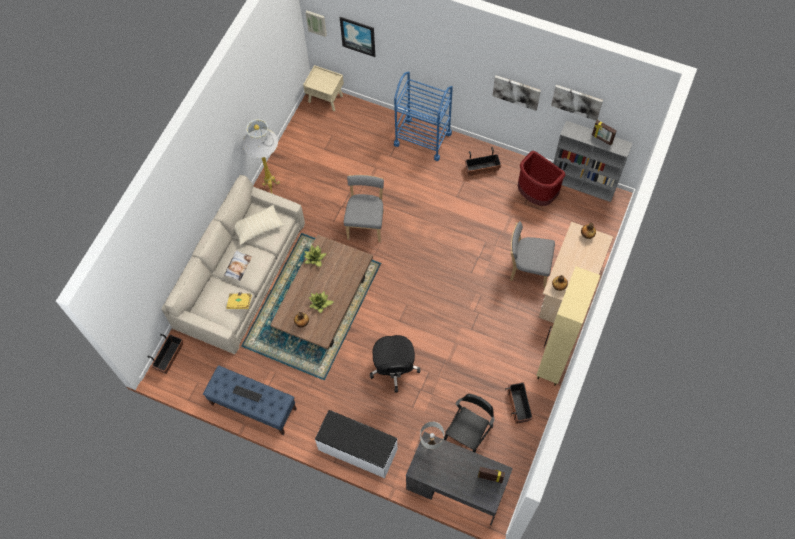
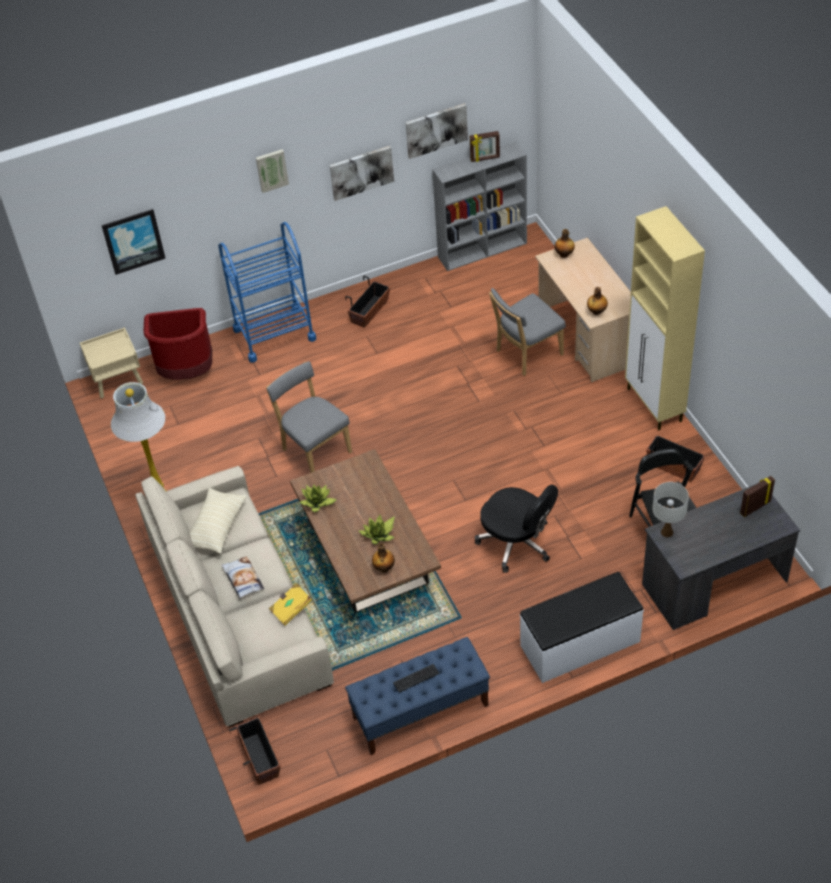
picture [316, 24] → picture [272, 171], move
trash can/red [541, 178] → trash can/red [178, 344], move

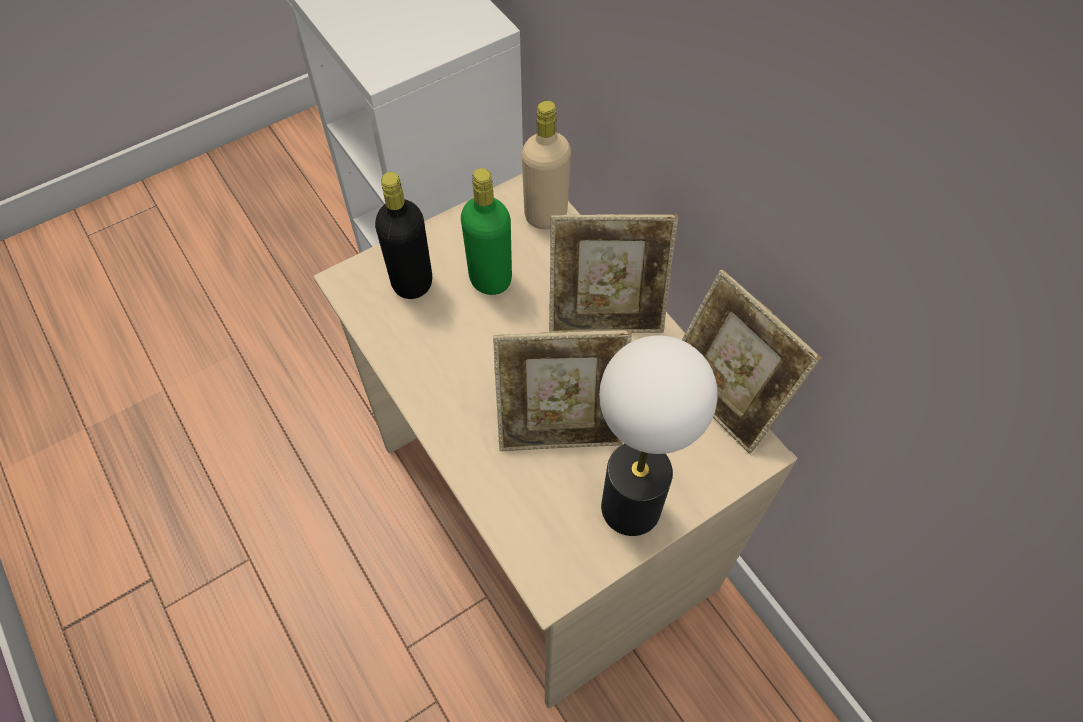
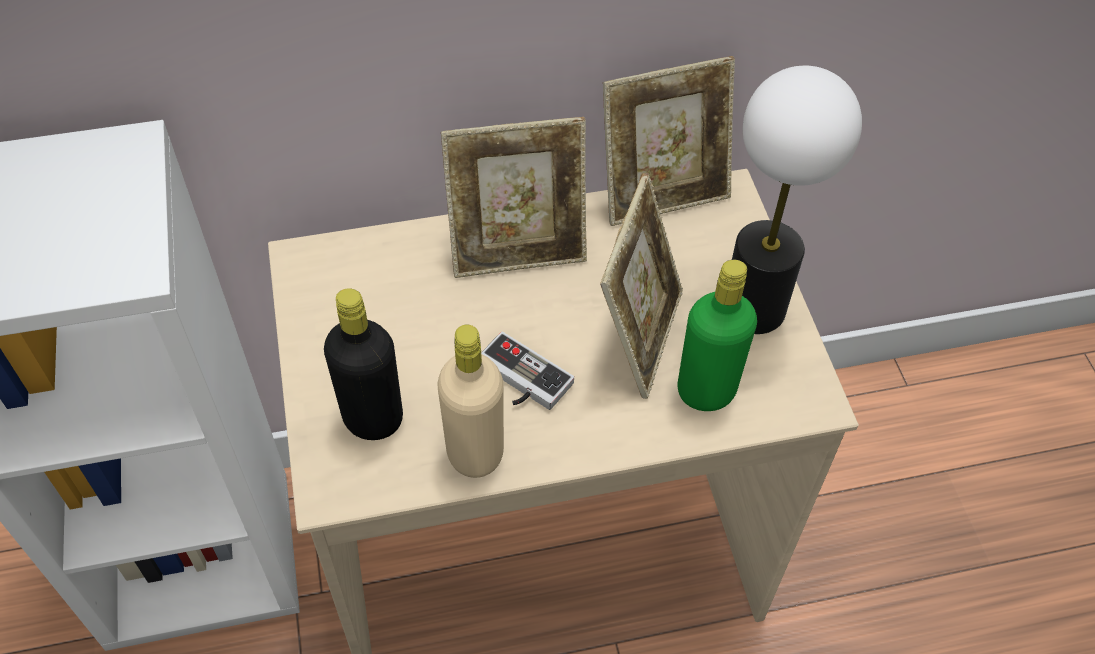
- → game controller [527, 371]
bottle/green [486, 231] → bottle/green [717, 335], move
bottle/beige [546, 165] → bottle/beige [471, 401], move
picture frame [613, 273] → picture frame [514, 197], 60 degrees clockwise

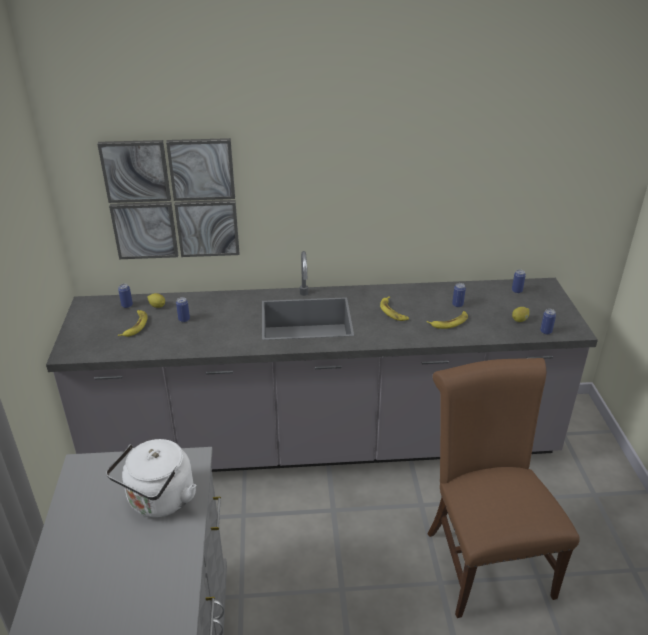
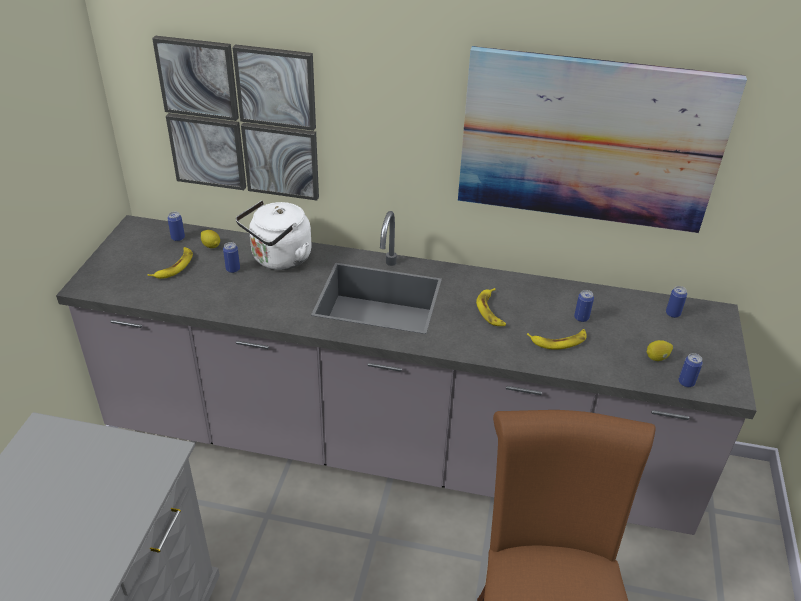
- → picture [602, 139]
kettle/white [151, 478] → kettle/white [274, 235], move

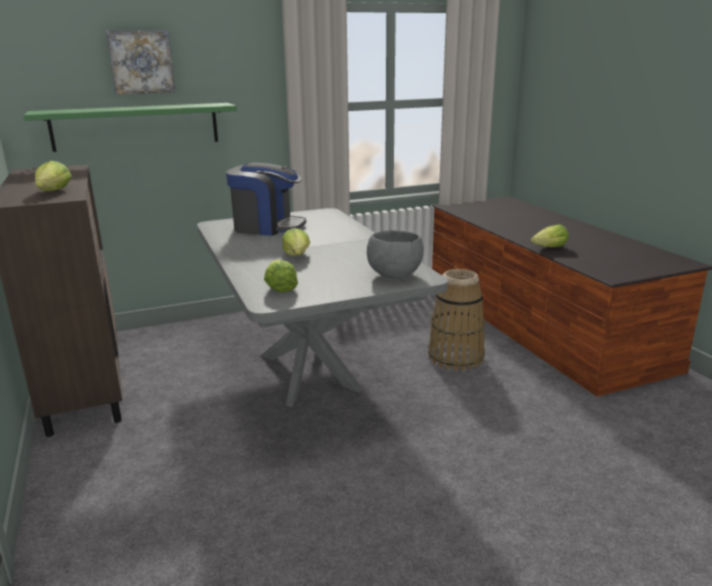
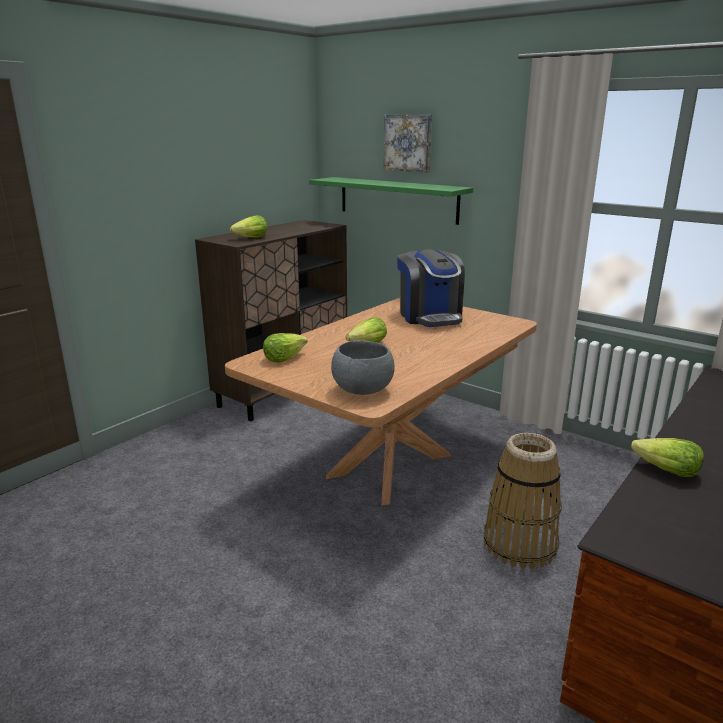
dining table/grey [322, 307] → dining table/brown [381, 401]

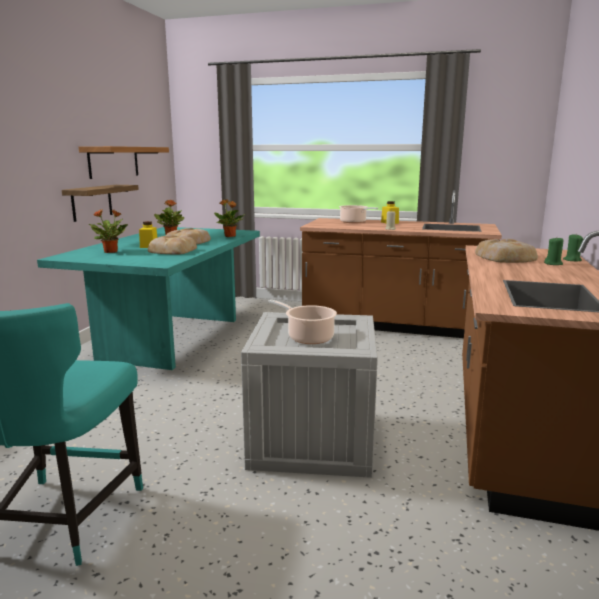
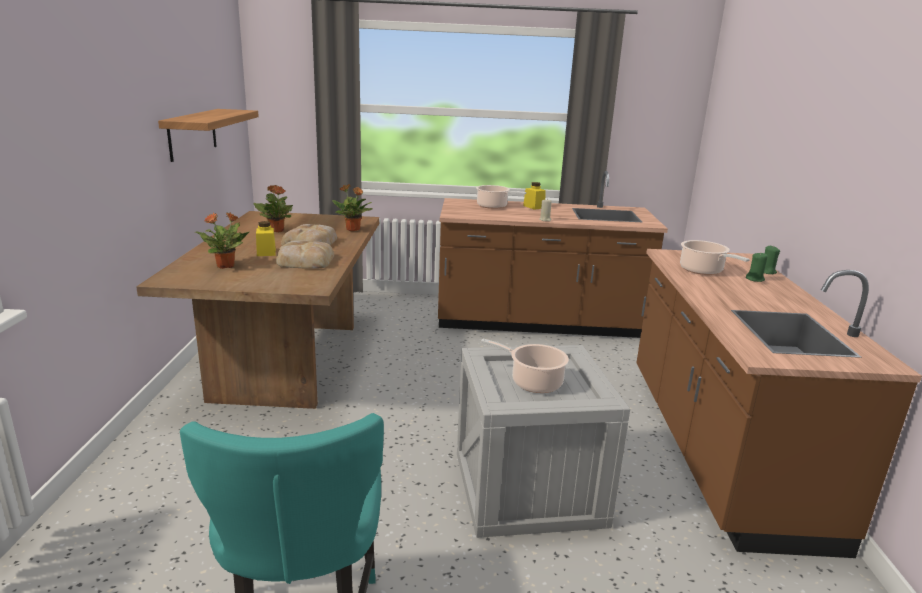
shelf [100, 203] → -
bread [506, 251] → cooking pot [715, 257]
dining table/turquoise [148, 298] → dining table/brown [257, 310]

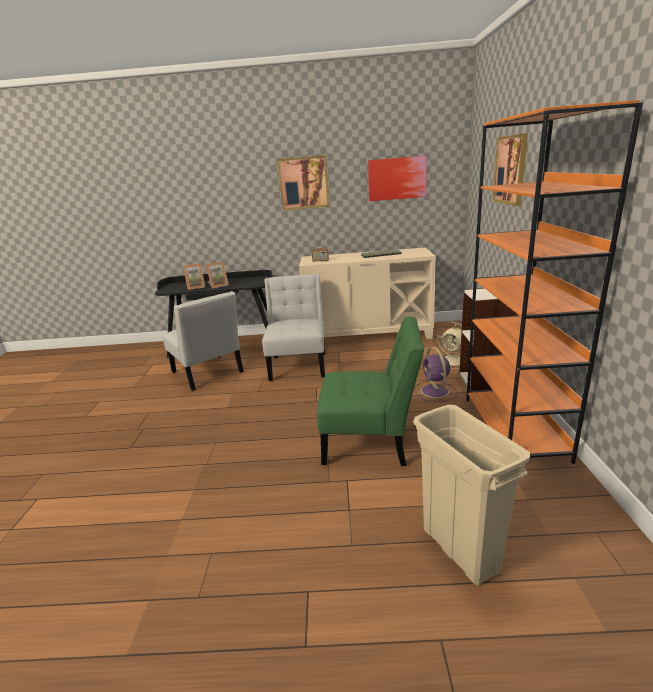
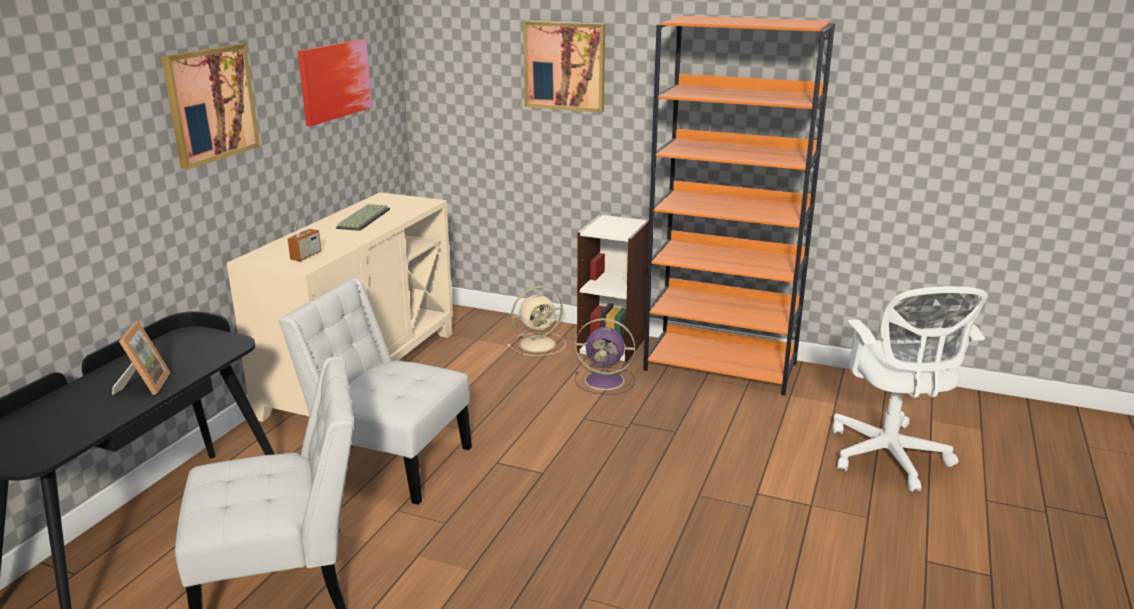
picture frame [194, 276] → -
chair/green [370, 391] → -
trash can/beige [472, 495] → office chair/white [910, 389]

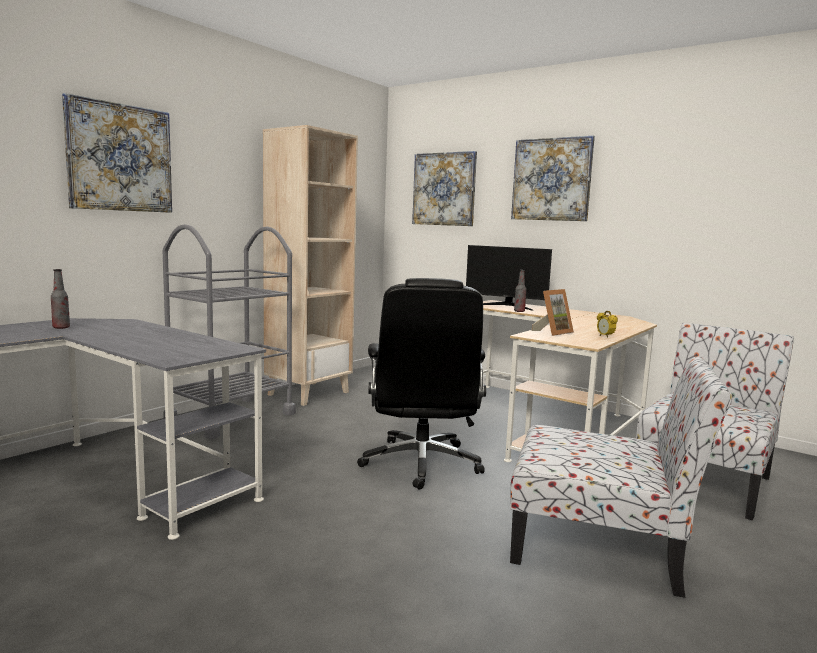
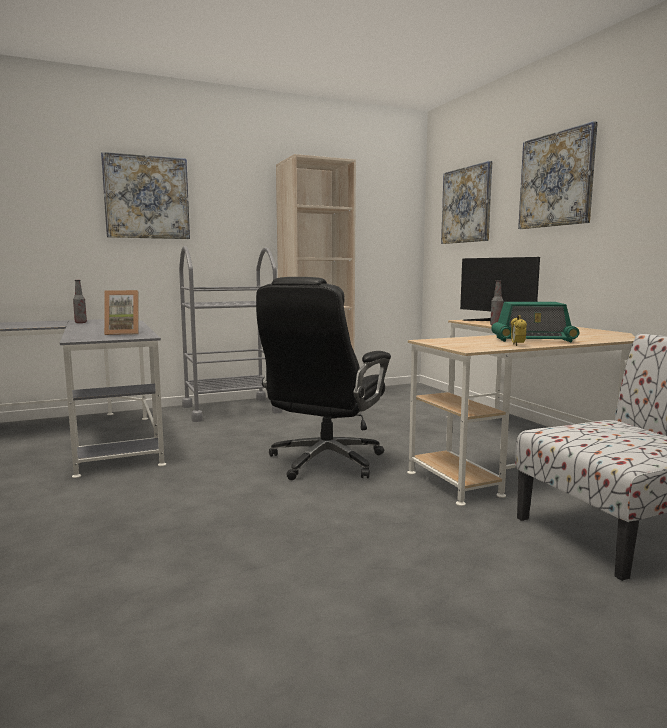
chair [621, 477] → -
- → radio [535, 322]
picture frame [552, 312] → picture frame [121, 312], move

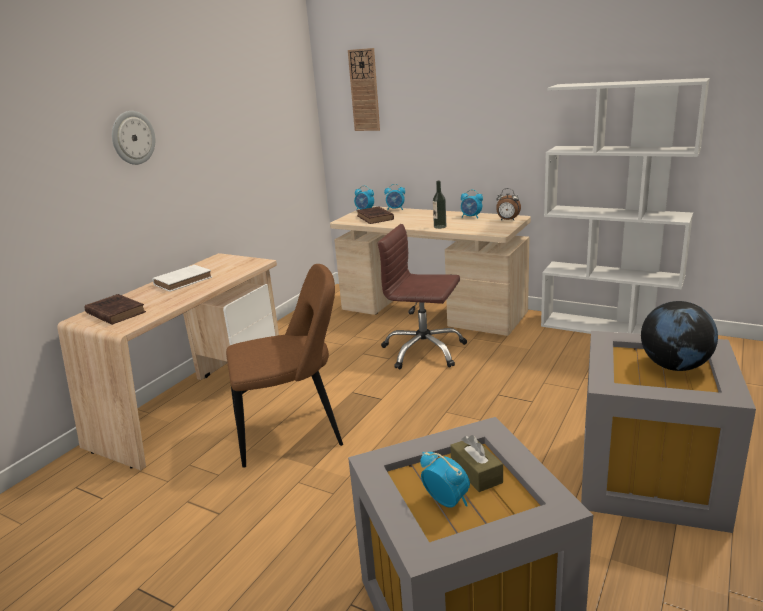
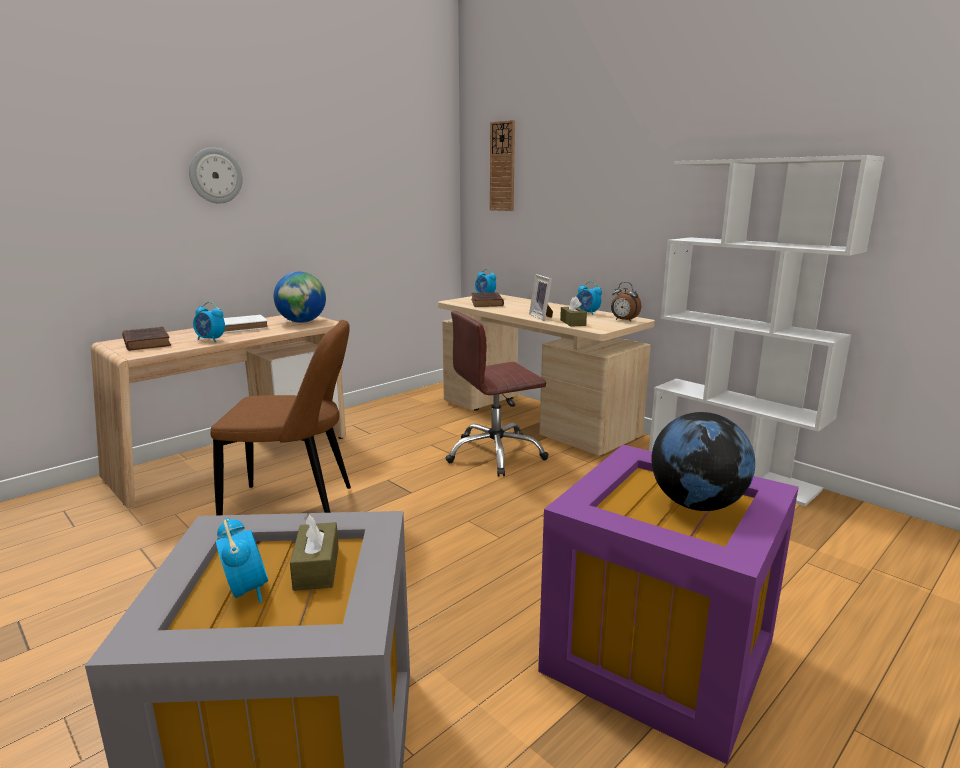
- → globe [300, 297]
- → tissue box/brown [573, 311]
alarm clock [394, 197] → alarm clock [209, 322], move
bottle [439, 205] → picture frame [541, 297]
storage box/grey [668, 432] → storage box/purple [668, 604]
office chair/brown [422, 296] → office chair/brown [497, 394], 60 degrees counterclockwise

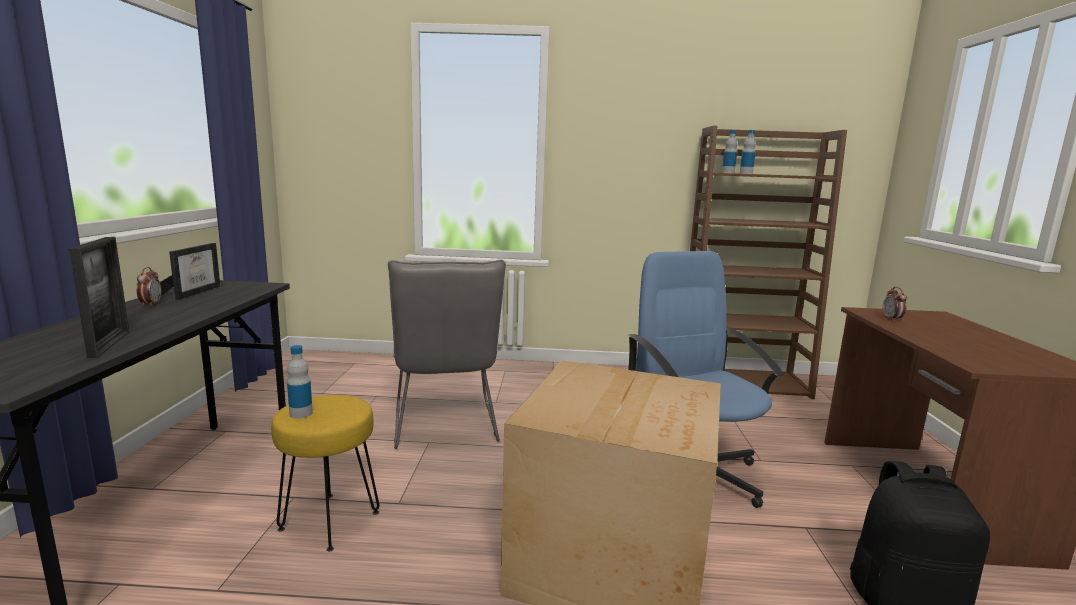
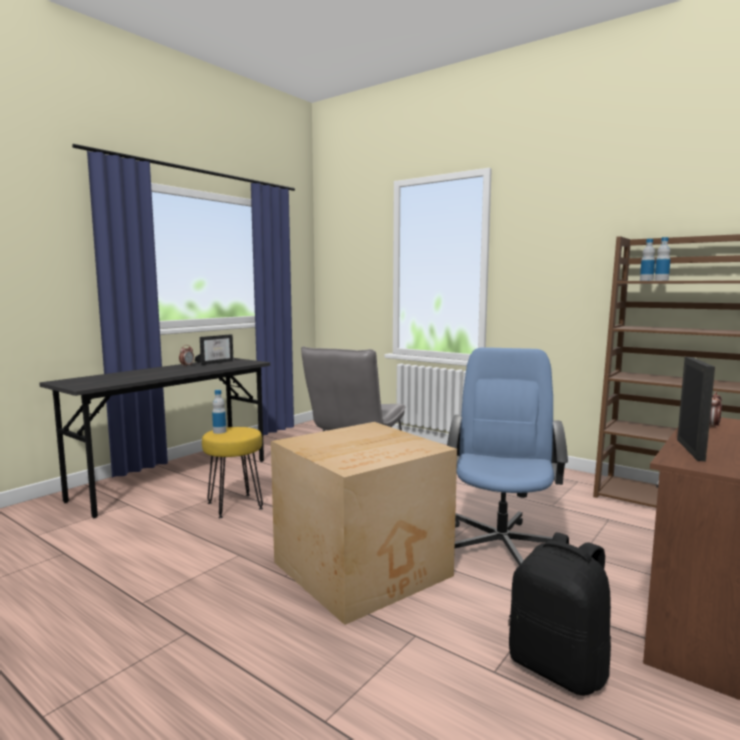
picture frame [99, 297] → picture frame [696, 409], move

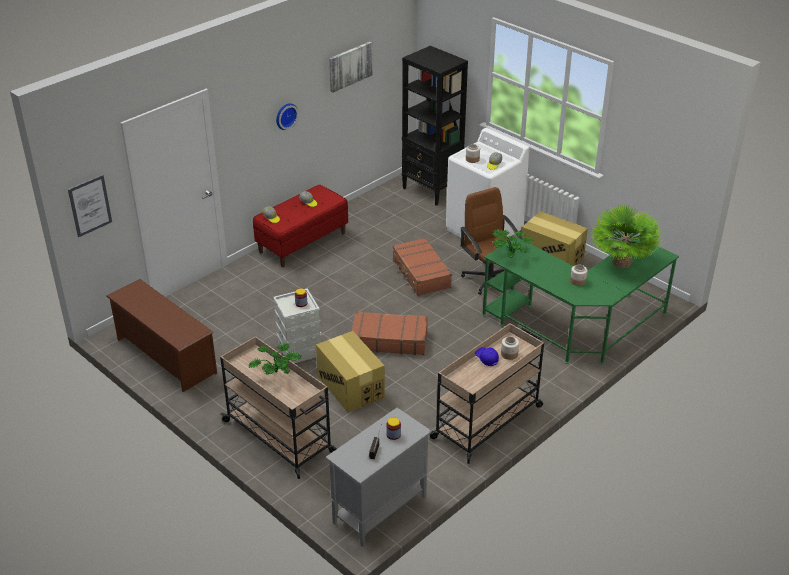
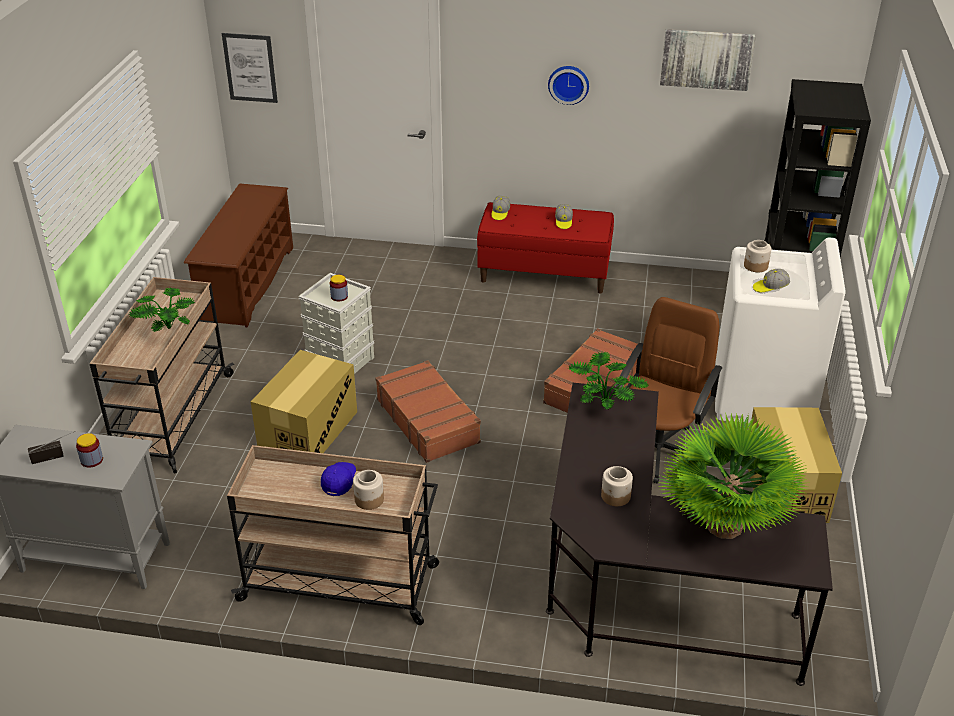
desk/green [580, 301] → desk/black [689, 534]

